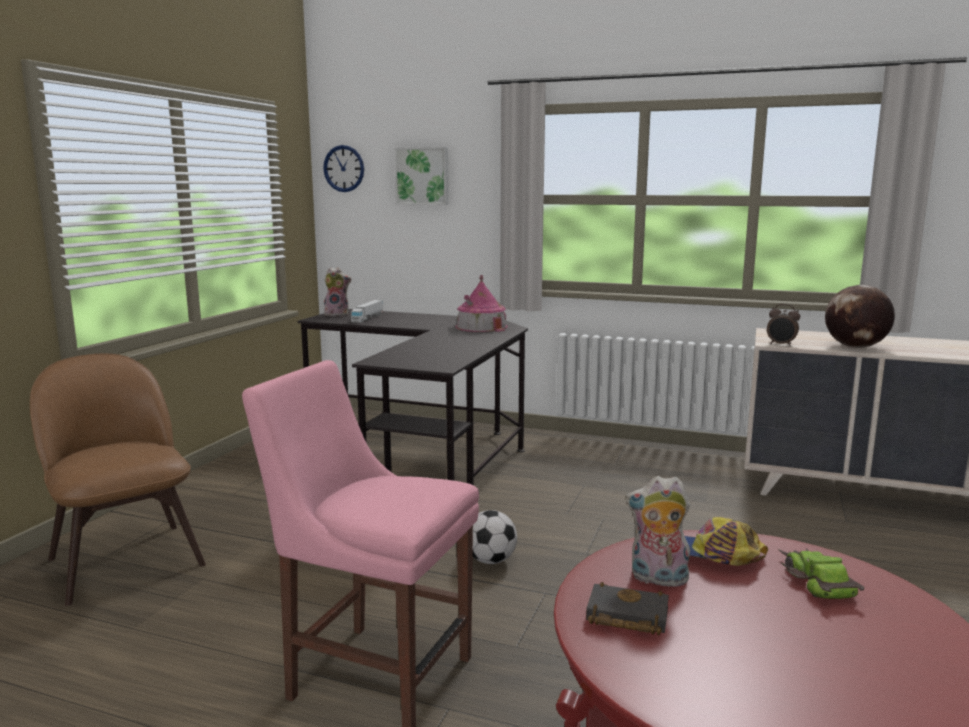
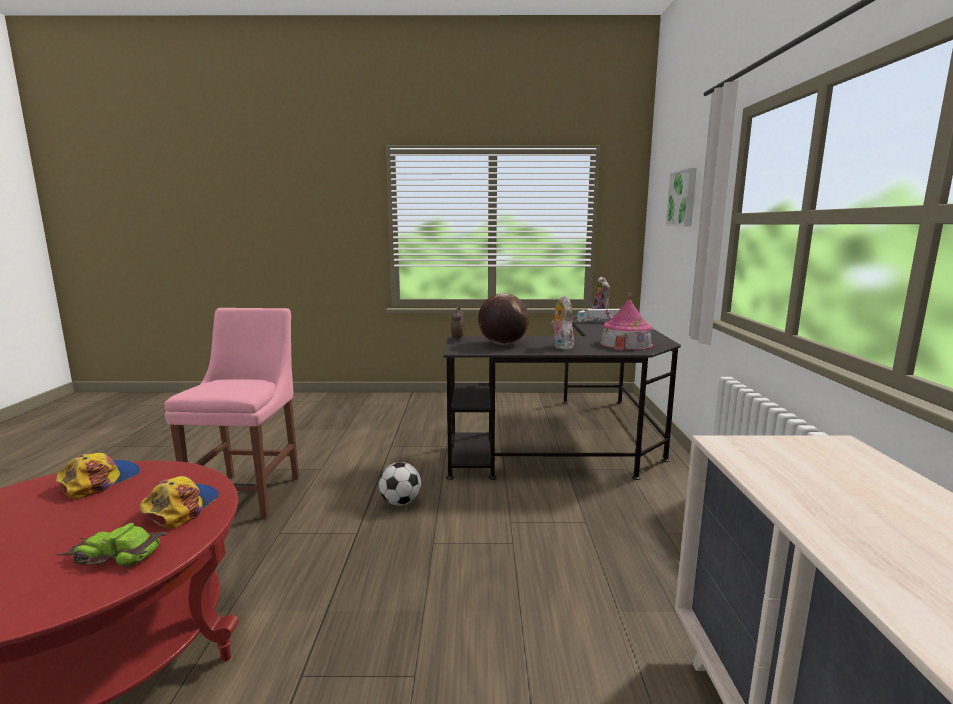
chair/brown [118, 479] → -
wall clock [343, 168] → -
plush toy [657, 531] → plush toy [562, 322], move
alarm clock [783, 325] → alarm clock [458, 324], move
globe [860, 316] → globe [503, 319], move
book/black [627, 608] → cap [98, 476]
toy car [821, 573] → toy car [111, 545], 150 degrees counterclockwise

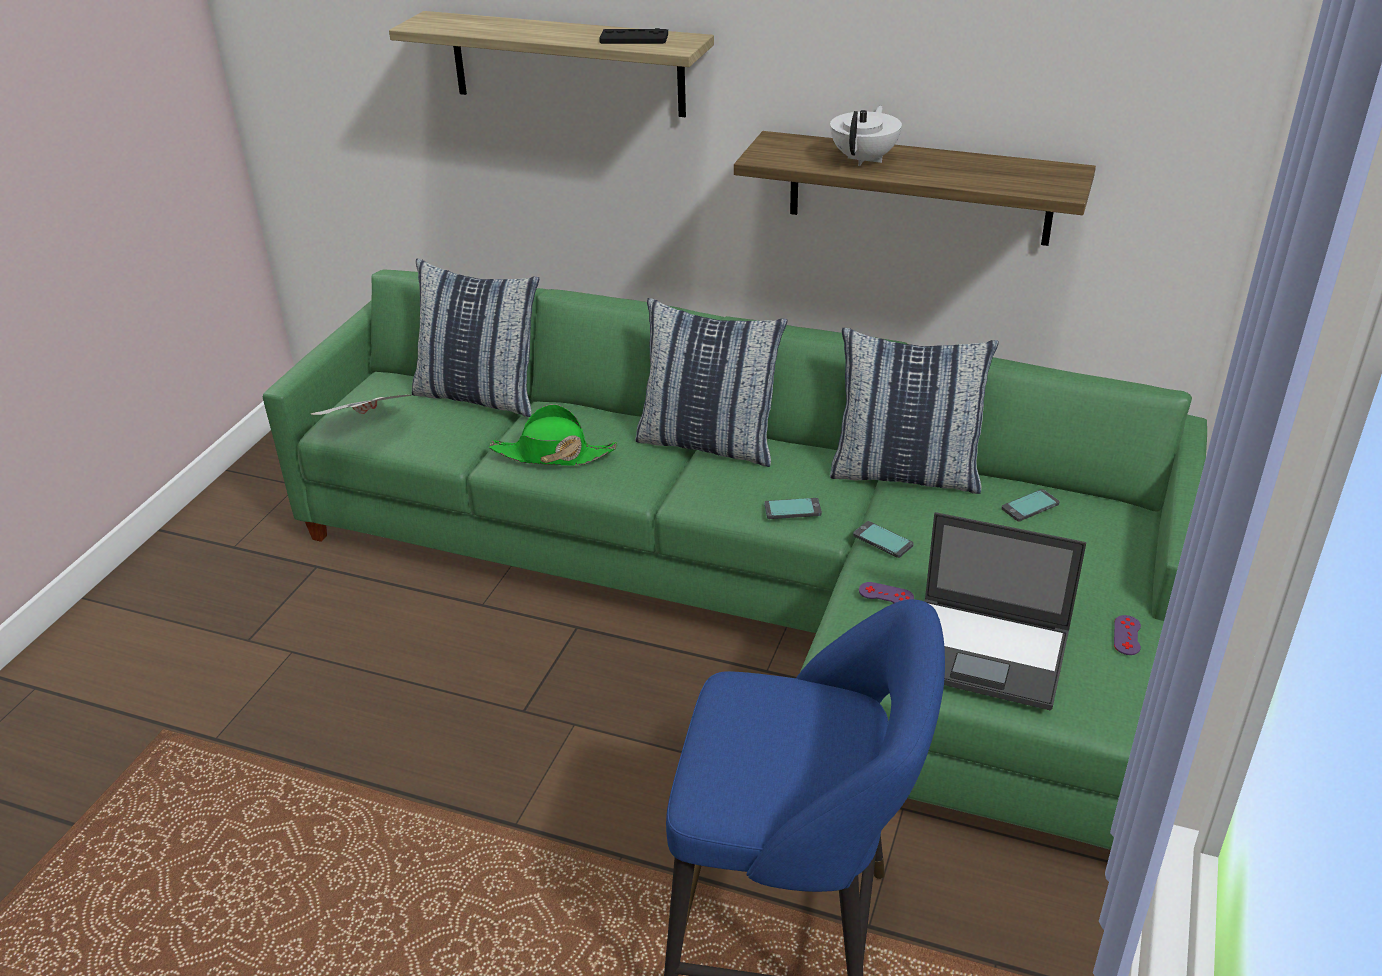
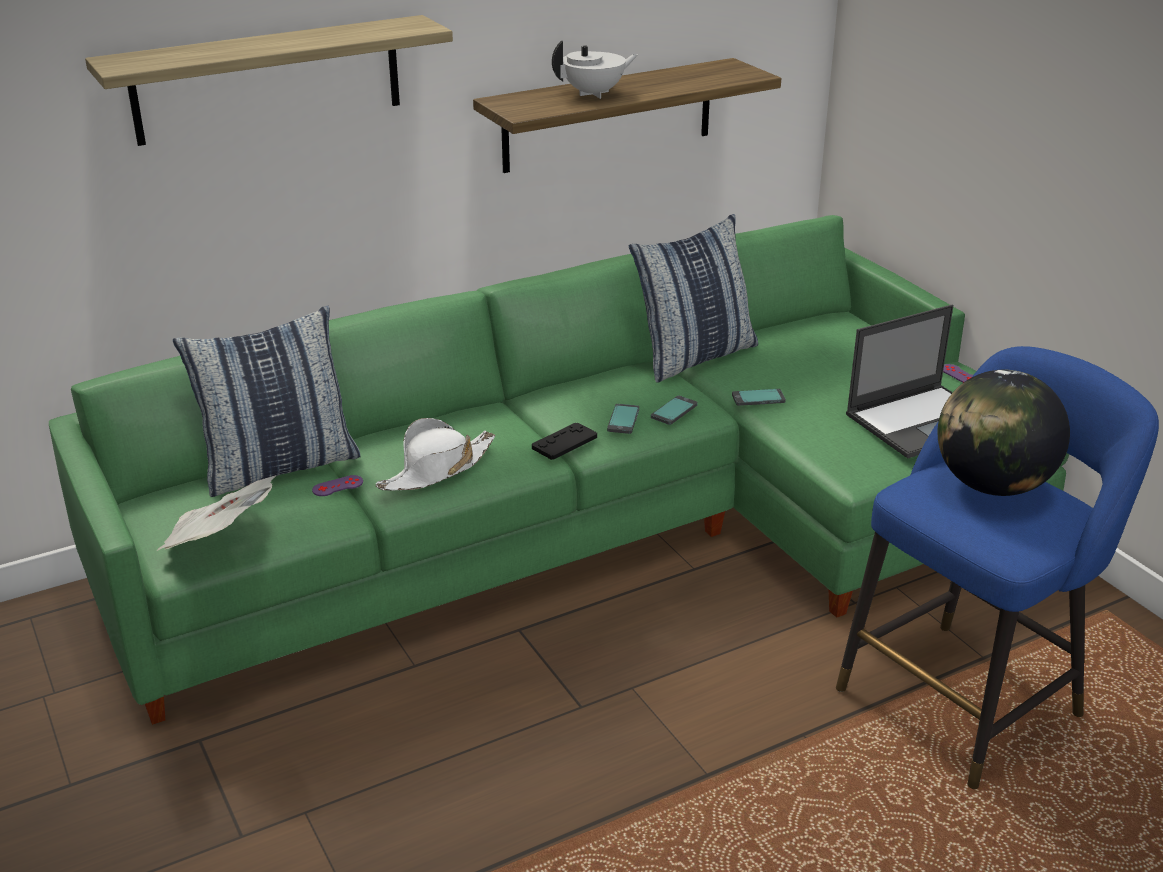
pillow [711, 382] → -
- → globe [1004, 433]
game controller/black [633, 36] → game controller/black [564, 441], move
game controller/purple [886, 592] → game controller/purple [337, 485], move
phone [1031, 505] → phone [623, 419], move
hat/green [553, 434] → hat/white [435, 454]
teapot/white [866, 136] → teapot/white [595, 69], 90 degrees clockwise

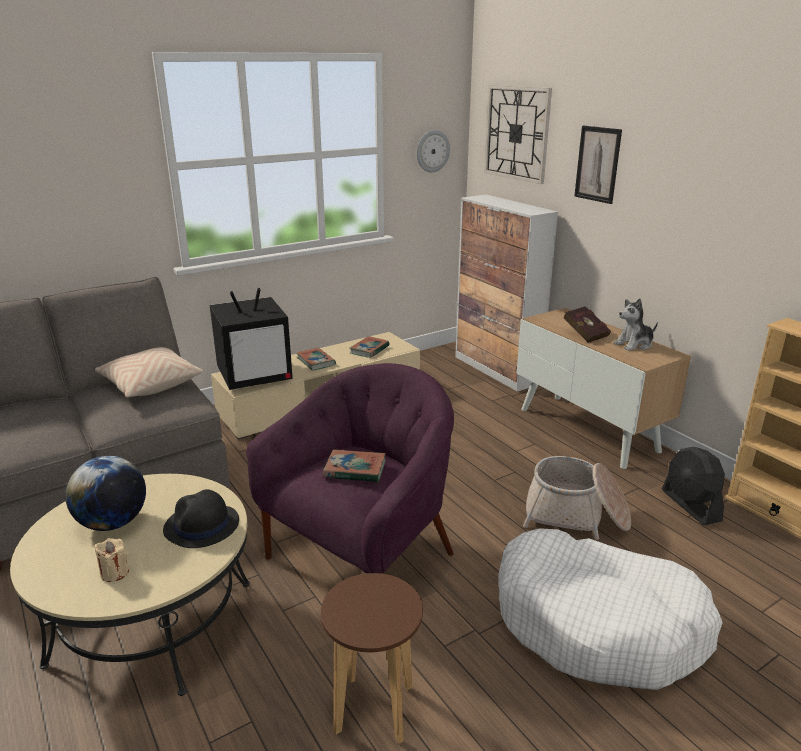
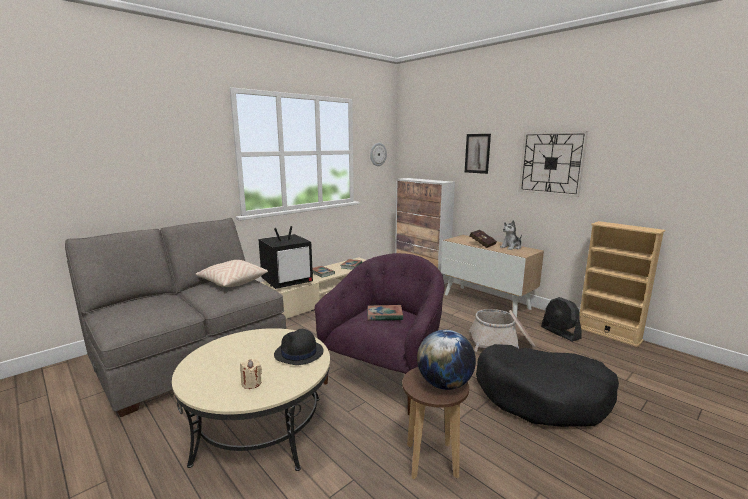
globe [105, 493] → globe [446, 360], move
wall clock [518, 134] → wall clock [553, 164], move
dog bed/white [610, 609] → dog bed/black [547, 385]

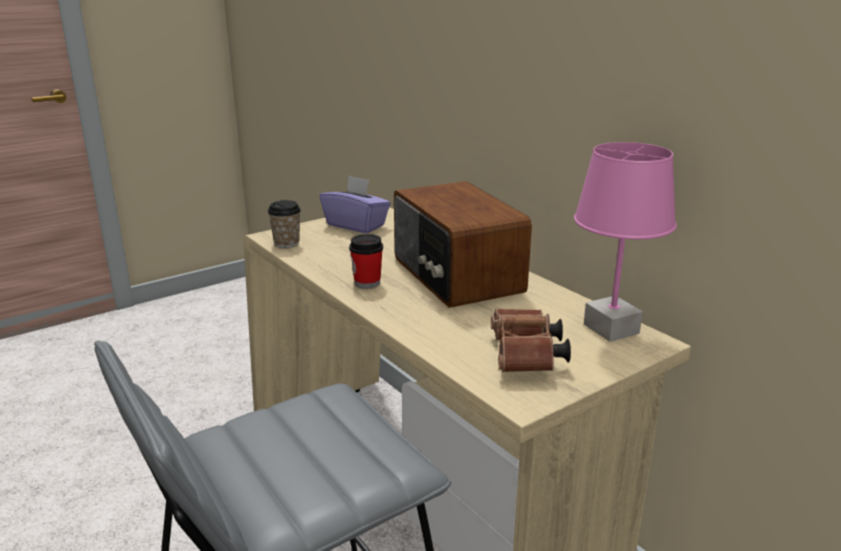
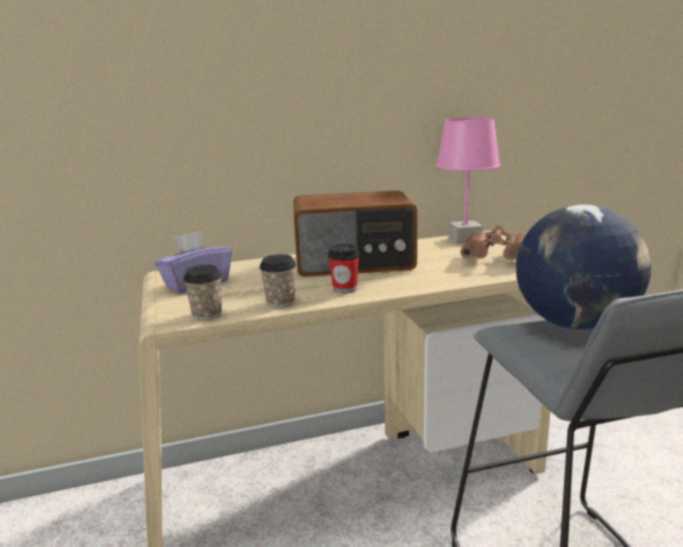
- → cup [278, 280]
- → globe [583, 267]

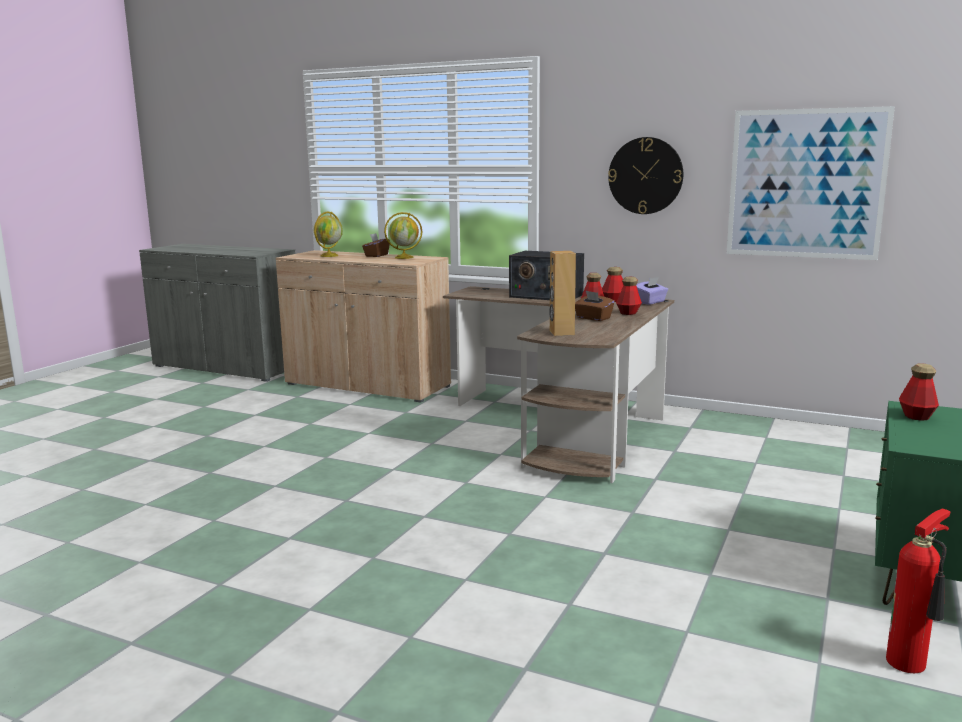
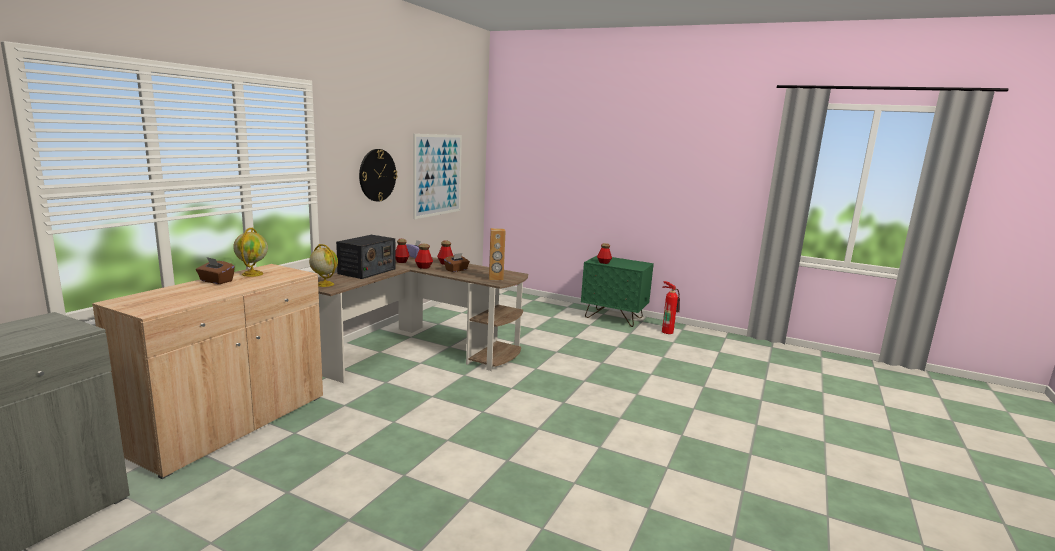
globe [328, 234] → globe [323, 265], move

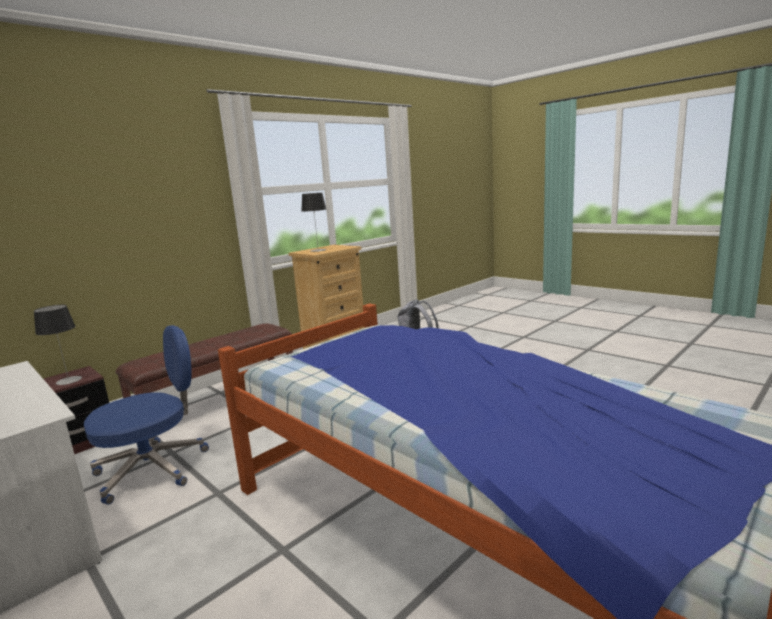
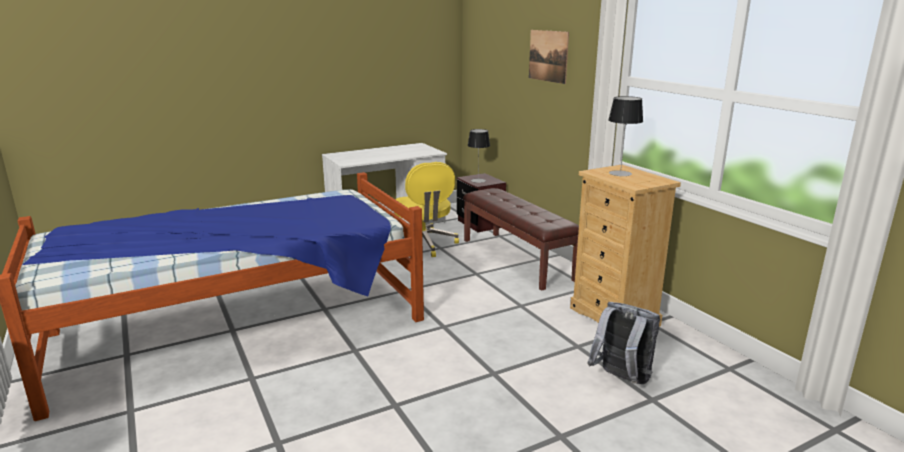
- → picture [549, 57]
office chair/blue [146, 415] → office chair/yellow [426, 209]

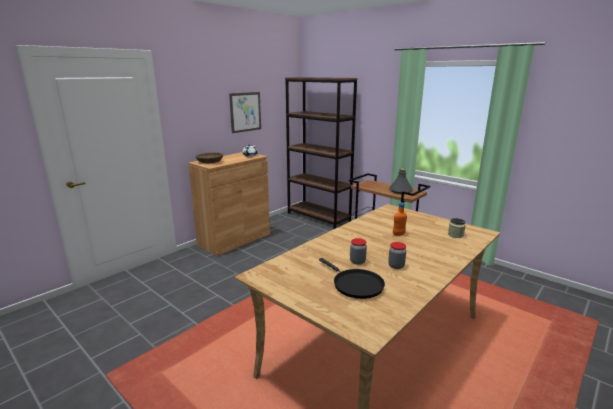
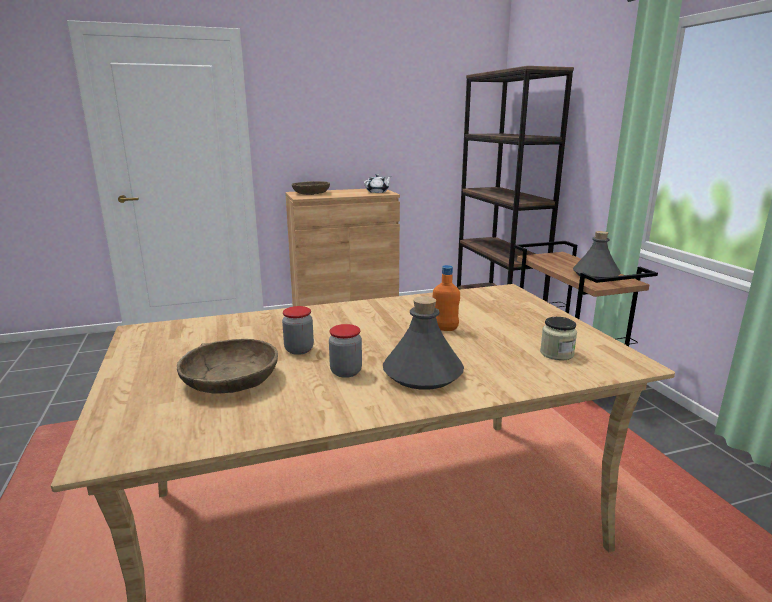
picture [245, 112] → -
- → bottle/grey [423, 343]
frying pan/black [352, 278] → bowl/brown [227, 366]

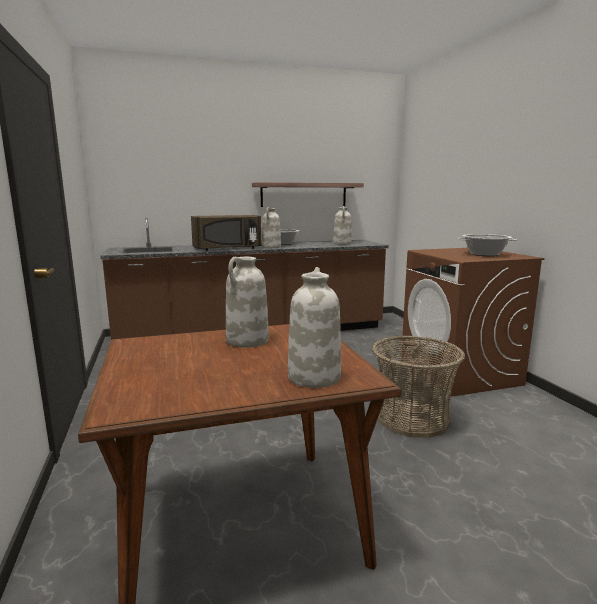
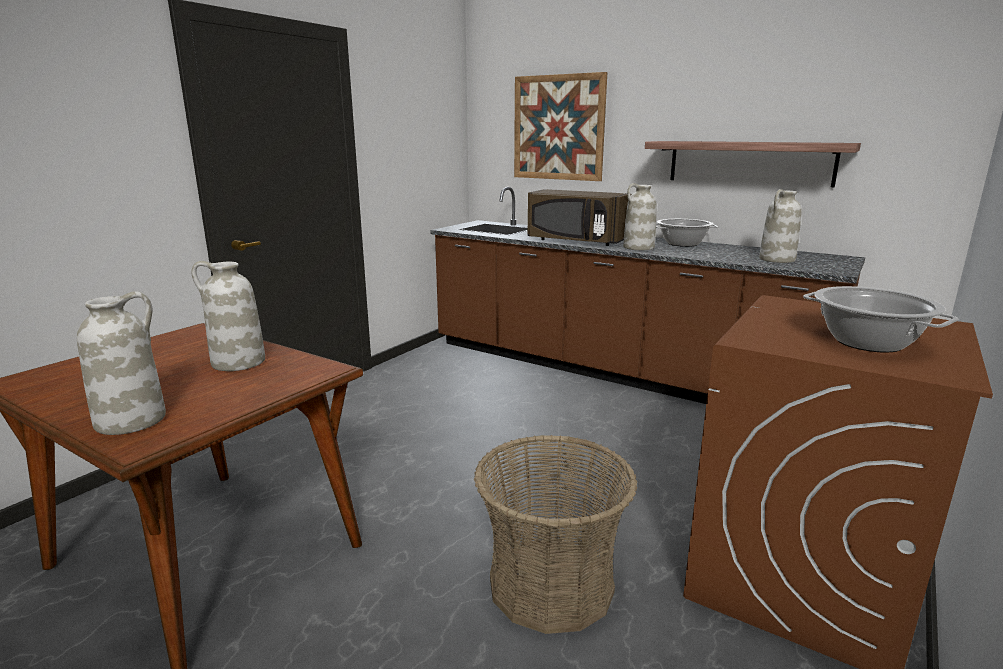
- → picture [560, 126]

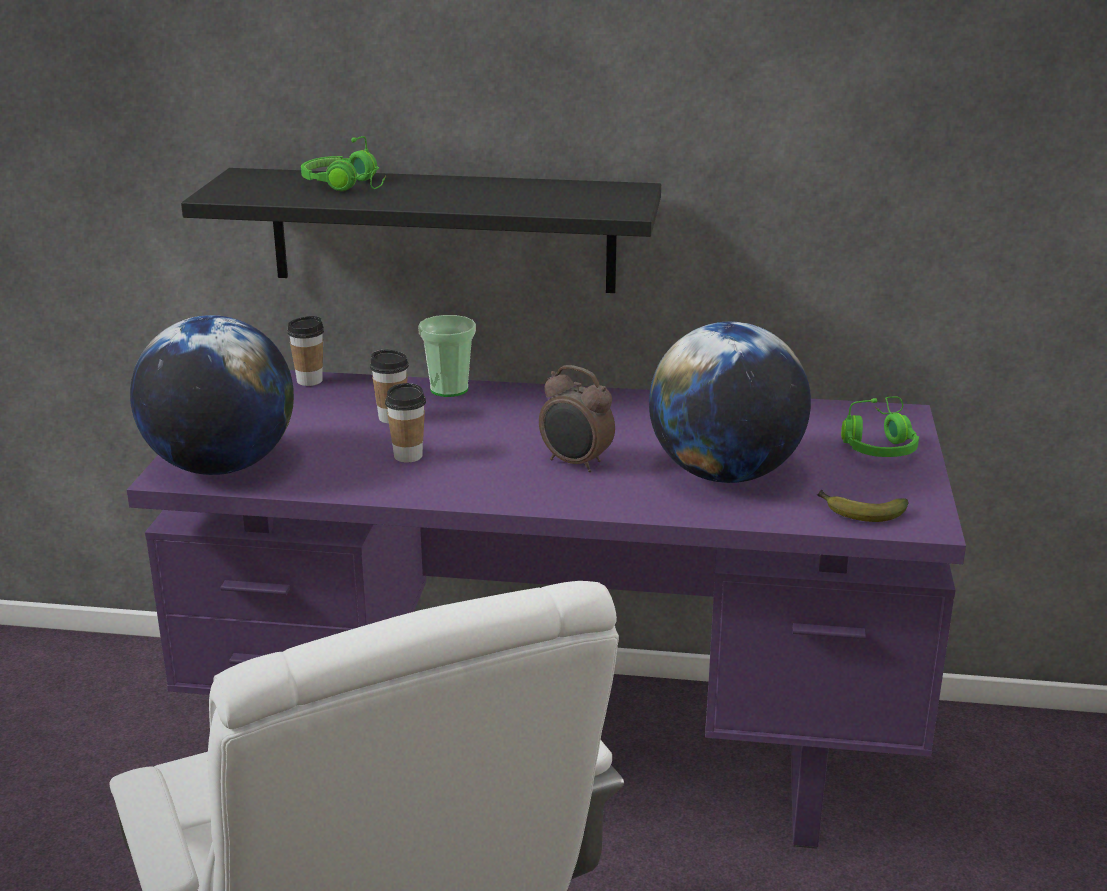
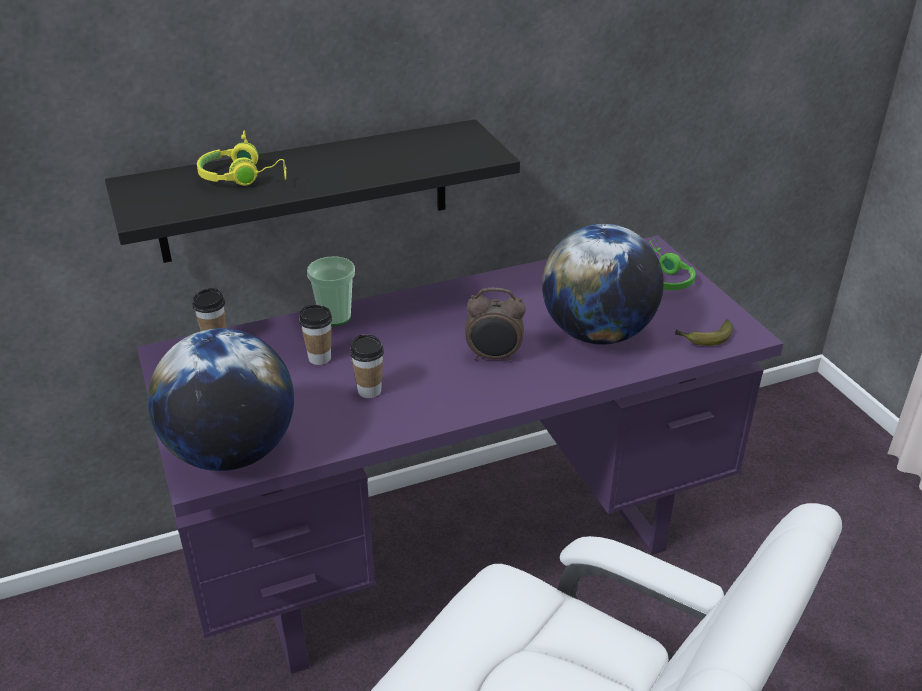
headphones/green [343, 163] → headphones/yellow [242, 158]

